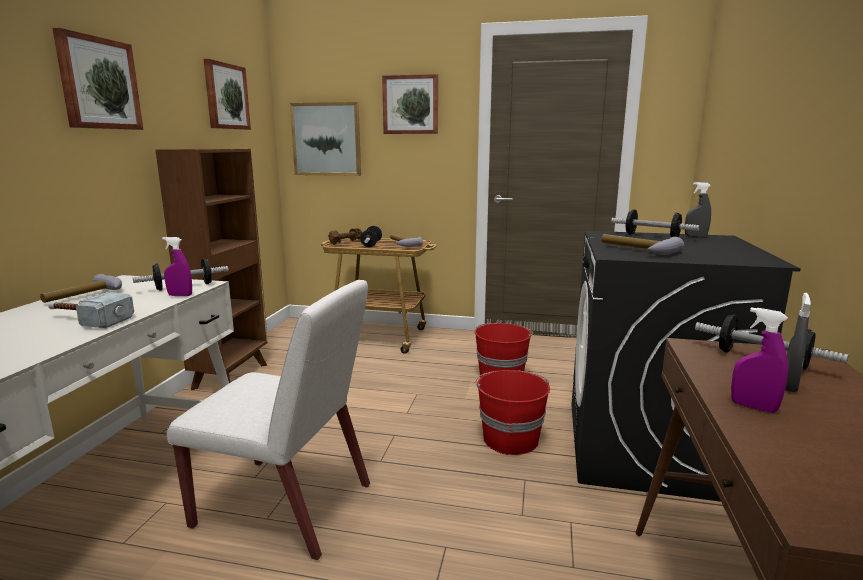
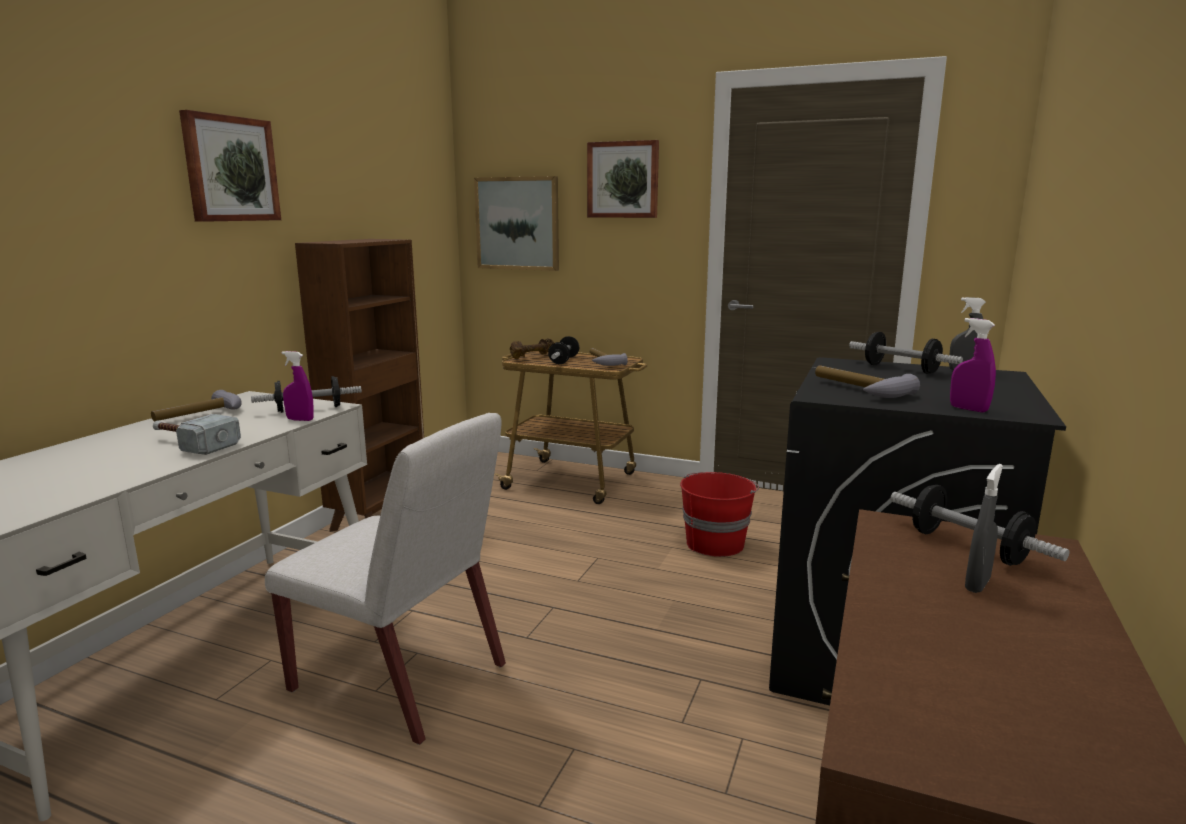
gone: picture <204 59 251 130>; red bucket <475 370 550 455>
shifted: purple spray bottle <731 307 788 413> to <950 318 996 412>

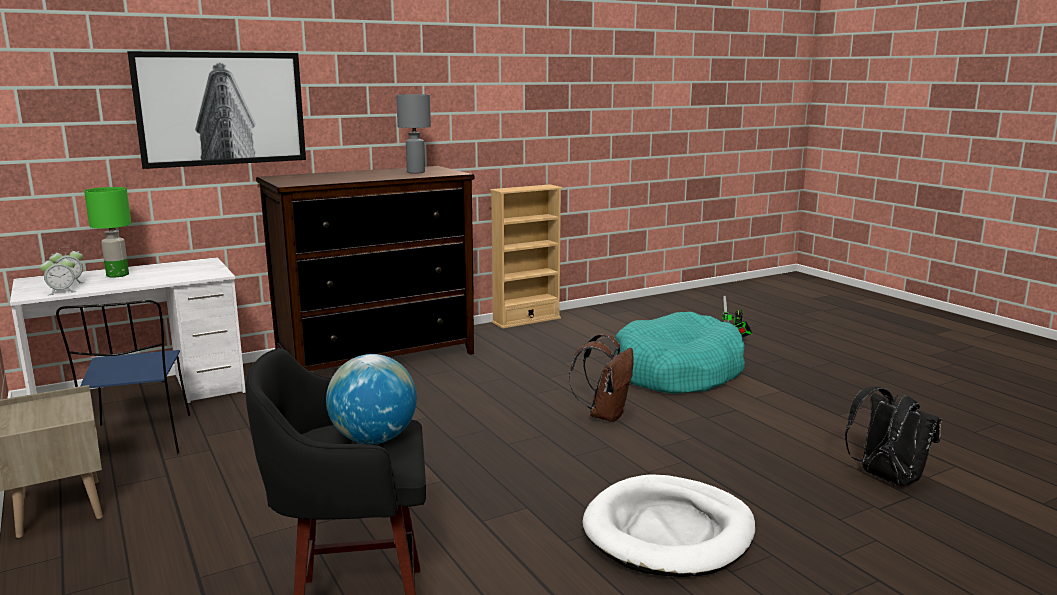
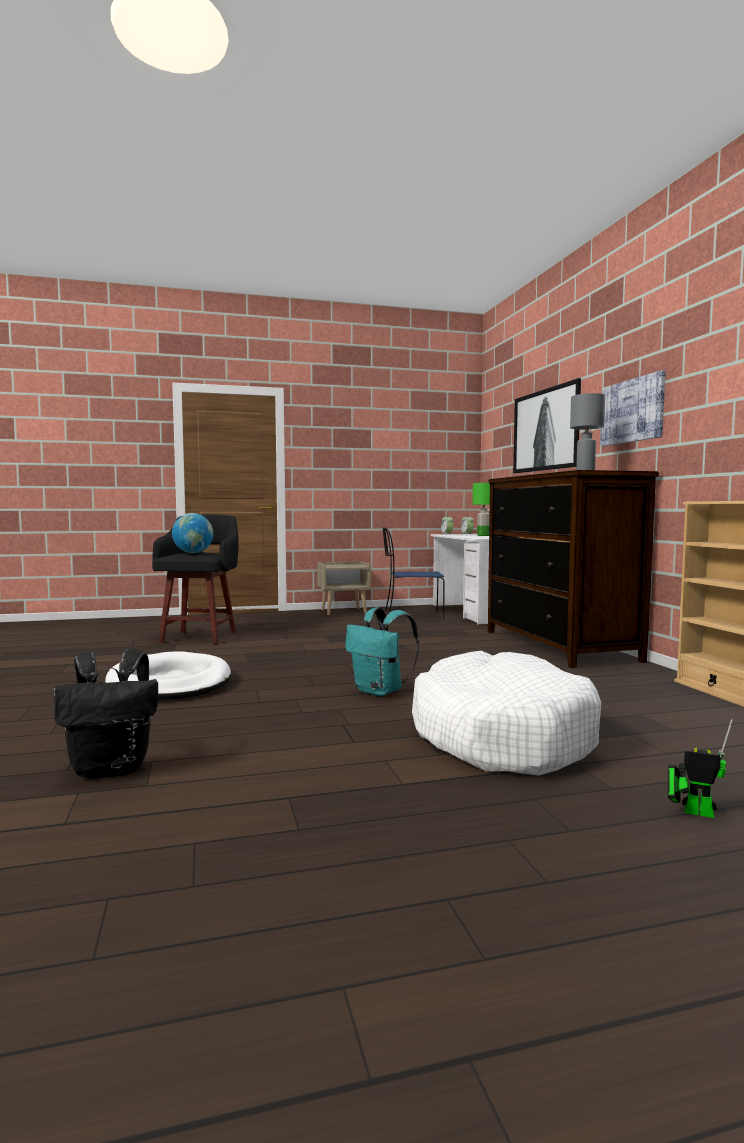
new: picture <600 370 665 446>
repainted: brown backpack <569 334 633 422> to turquoise backpack <345 607 419 696>; turquoise dog bed <616 312 745 394> to white dog bed <412 651 601 775>

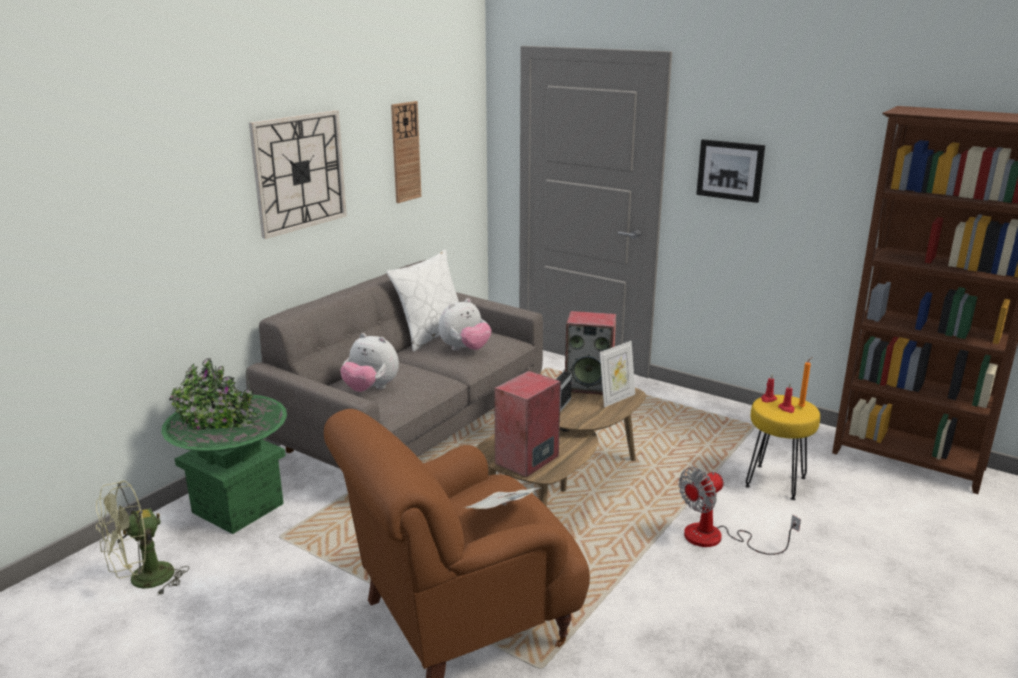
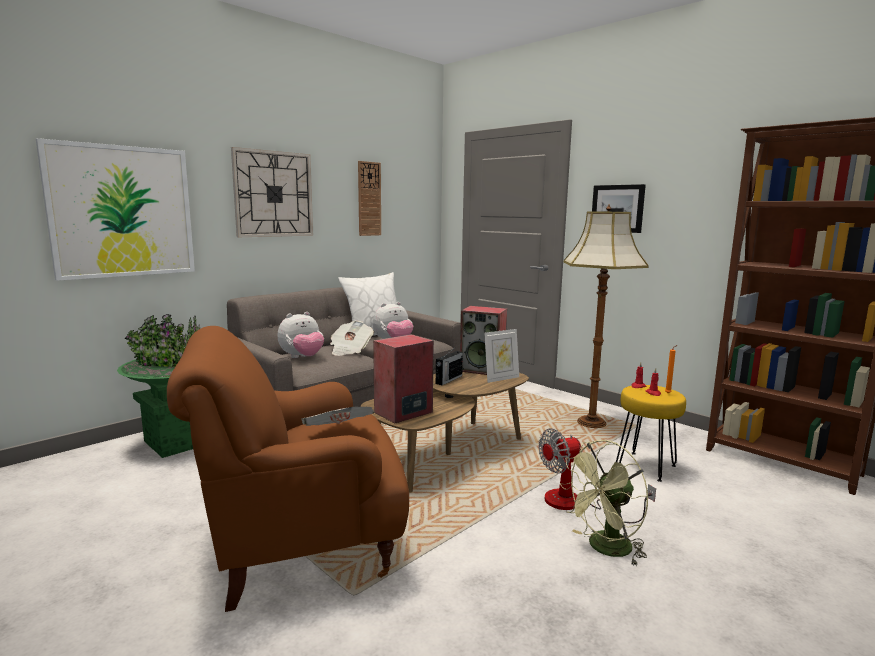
new: picture <36 138 195 281>; newspaper <330 321 374 356>; floor lamp <564 204 649 428>
shifted: green fan <96 481 189 595> to <560 440 649 567>
rotated: plush toy <340 333 399 392> = <278 312 324 358> 75 degrees counterclockwise

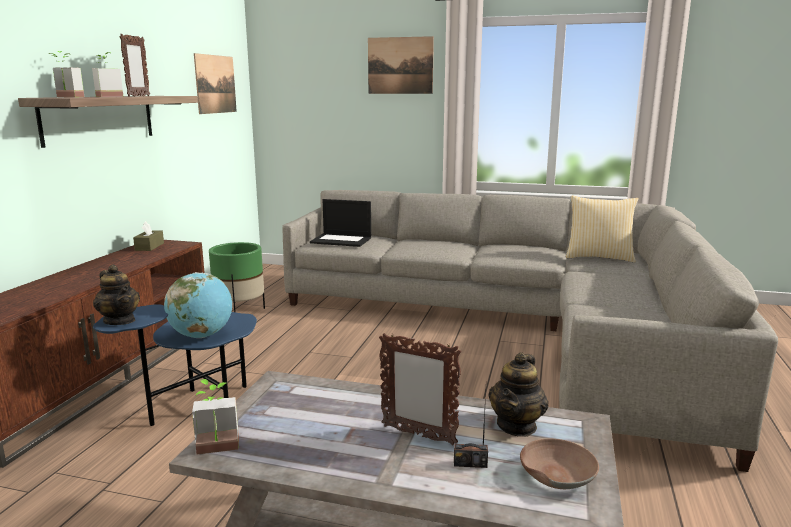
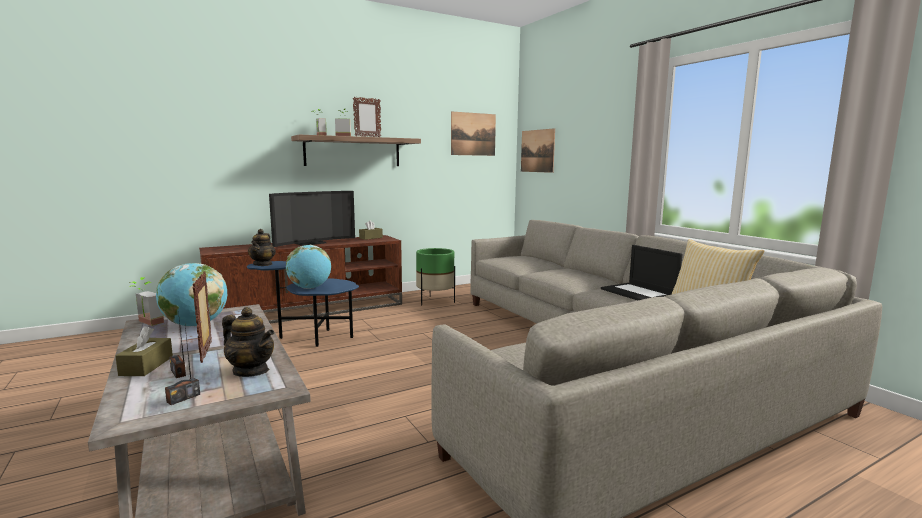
new: brown tissue box <115 327 173 376>; globe <156 263 227 326>; television <269 191 355 247>
shifted: laptop <310 199 371 247> to <601 245 683 300>; picture <368 36 434 94> to <521 128 555 173>
swapped: brown bowl <520 439 599 489> to radio <165 327 200 405>
rotated: teapot <488 352 548 437> = <222 307 274 377> 135 degrees counterclockwise

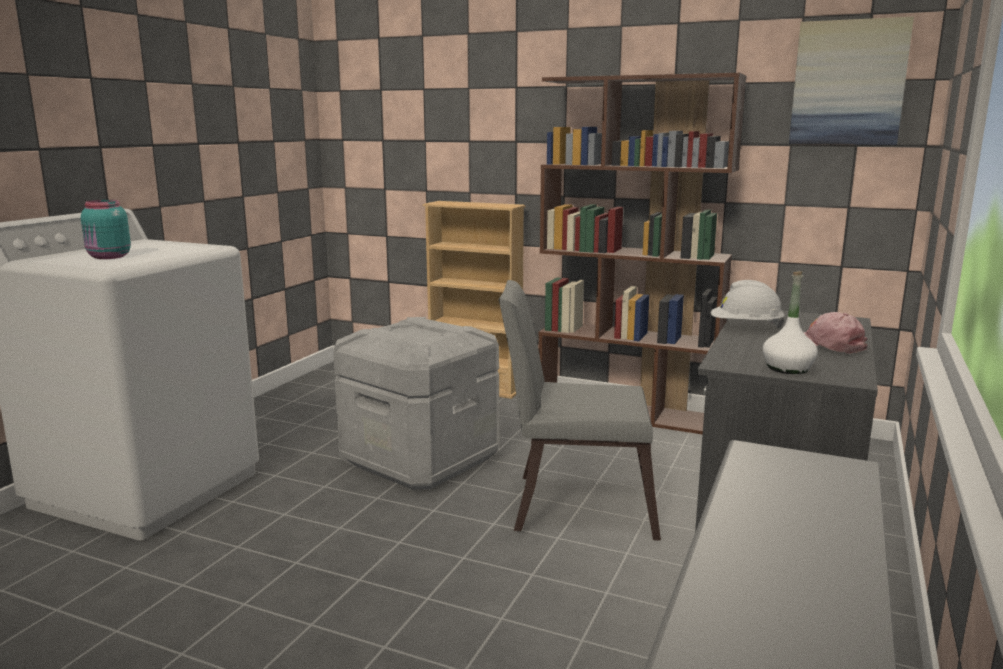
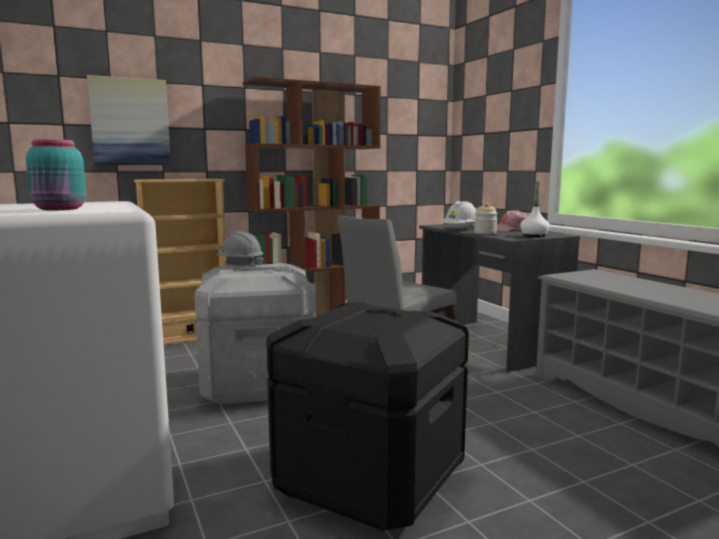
new: grey hard hat <216 231 264 265>; black storage box <266 302 469 531>; jar <474 203 498 234>
shifted: picture <789 17 914 145> to <87 75 171 165>

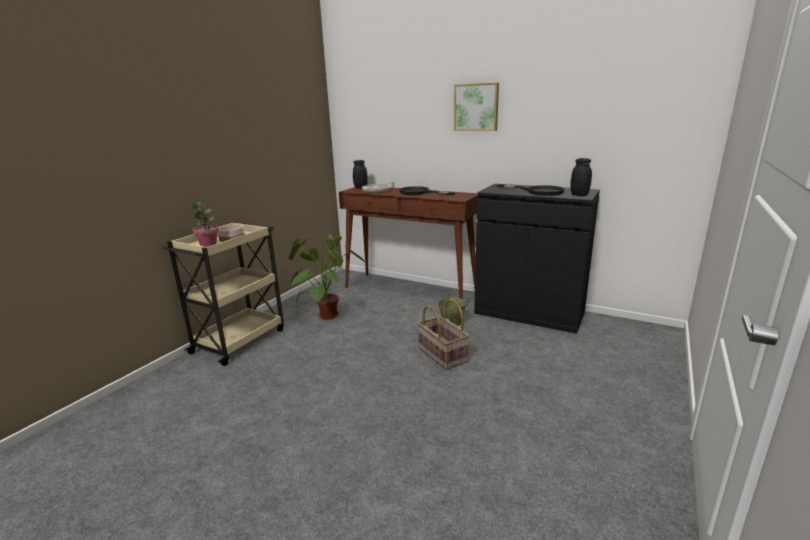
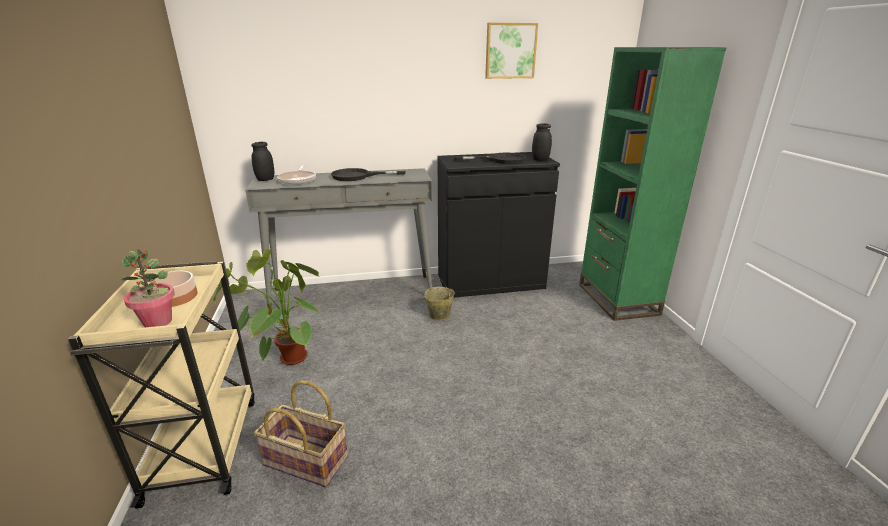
new: green bookcase <579 47 727 321>
shifted: basket <417 299 470 370> to <254 380 348 487>; picture <454 83 499 131> to <485 23 538 79>
repainted: brown console table <339 187 479 299> to grey console table <245 168 432 315>

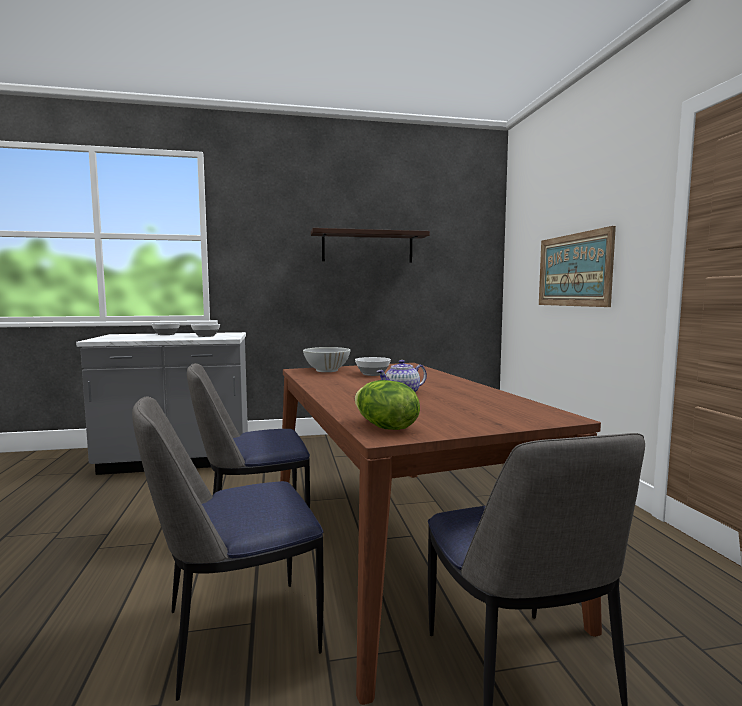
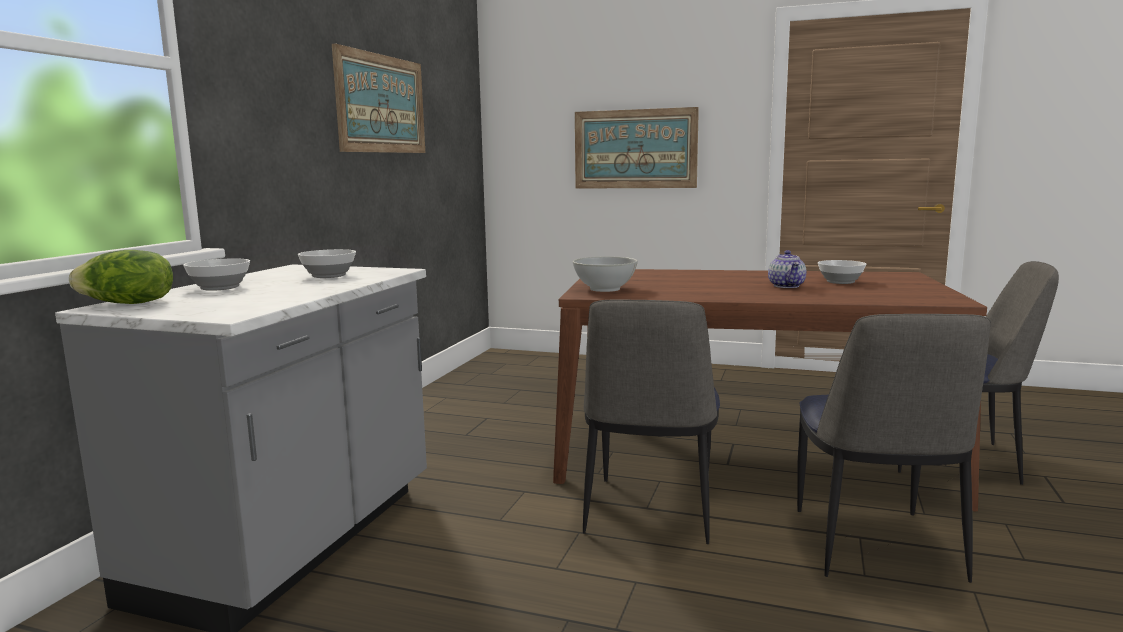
shifted: bowl <355 357 391 376> to <818 260 866 284>; lettuce <355 380 420 430> to <69 250 173 304>
swapped: shelf <311 228 430 263> to picture <332 43 425 153>

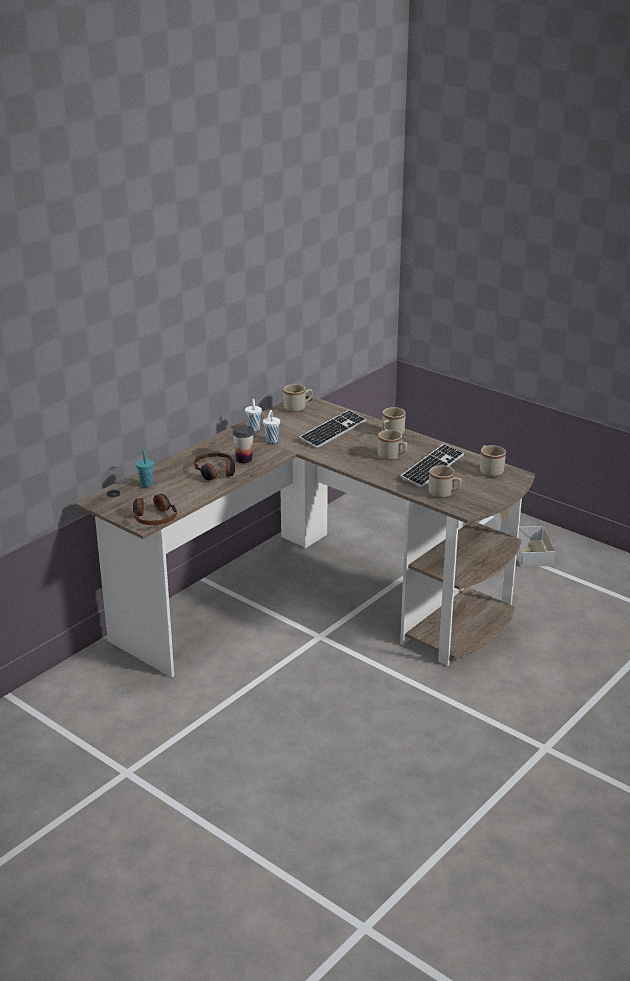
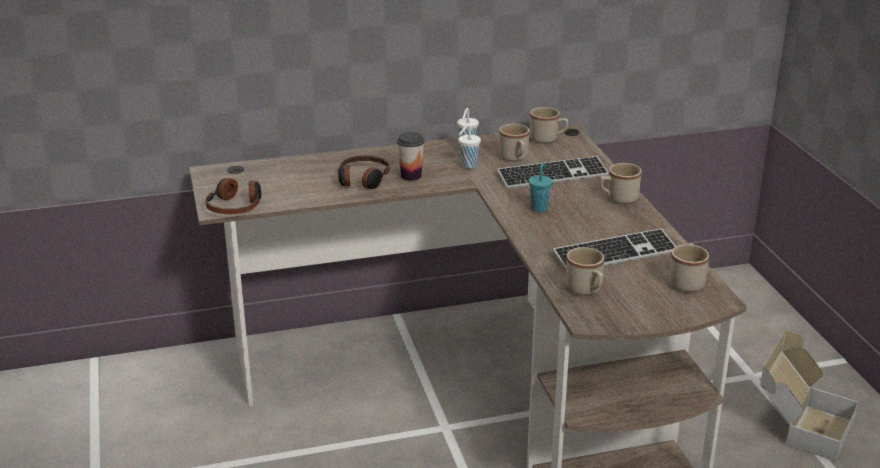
shifted: turquoise cup <136 450 154 487> to <529 163 553 212>; beige mug <378 430 407 461> to <499 124 529 162>

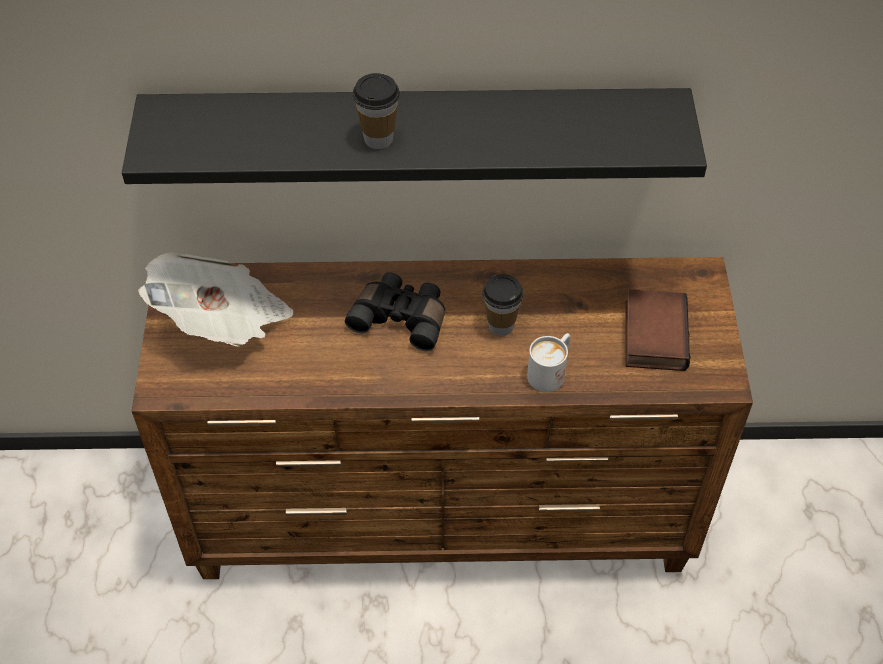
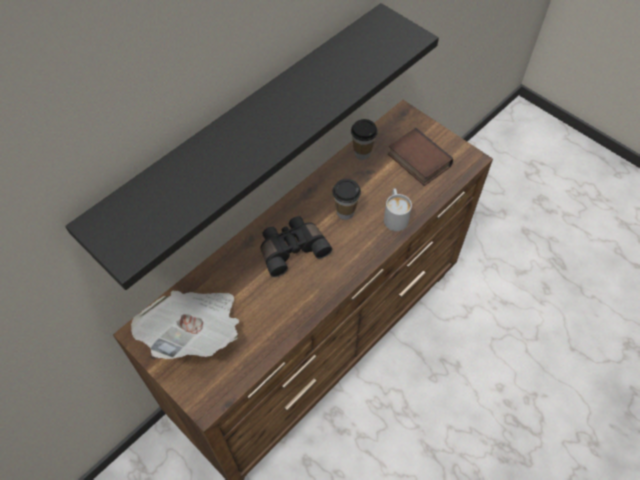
shifted: cup <352 73 400 149> to <351 119 378 160>

